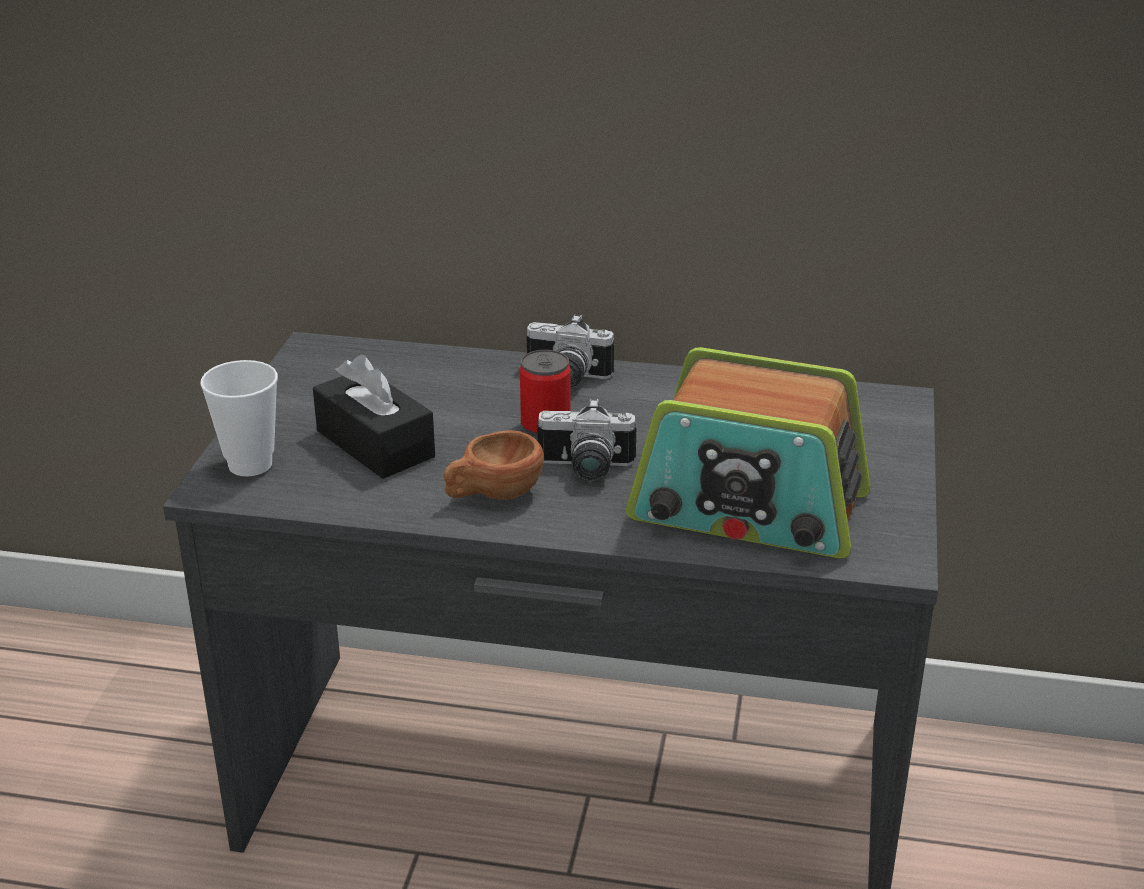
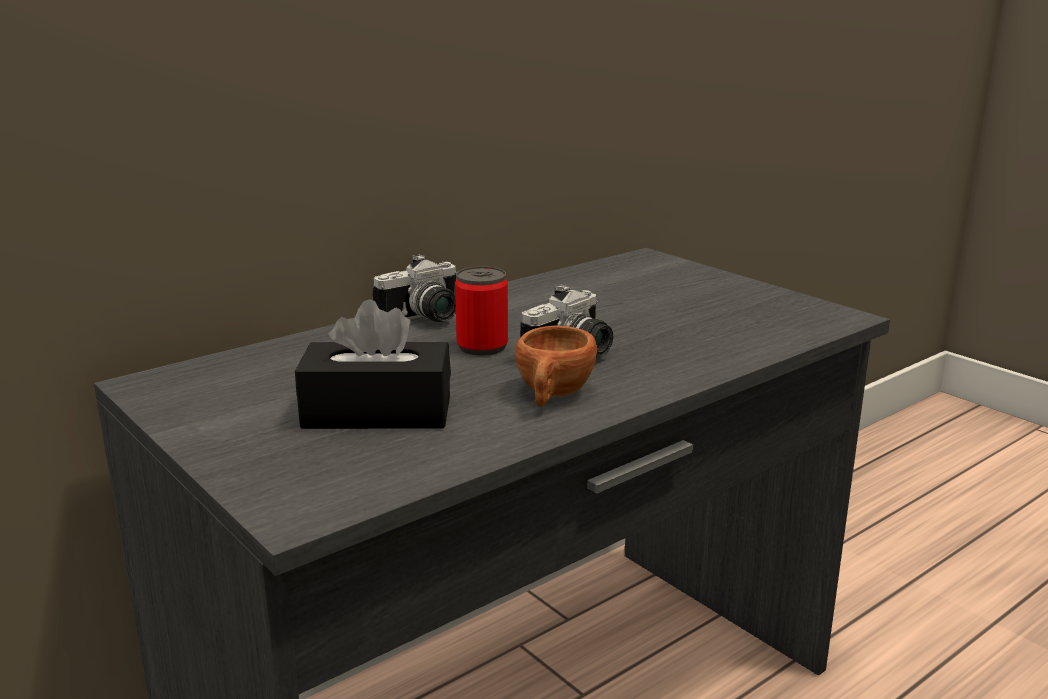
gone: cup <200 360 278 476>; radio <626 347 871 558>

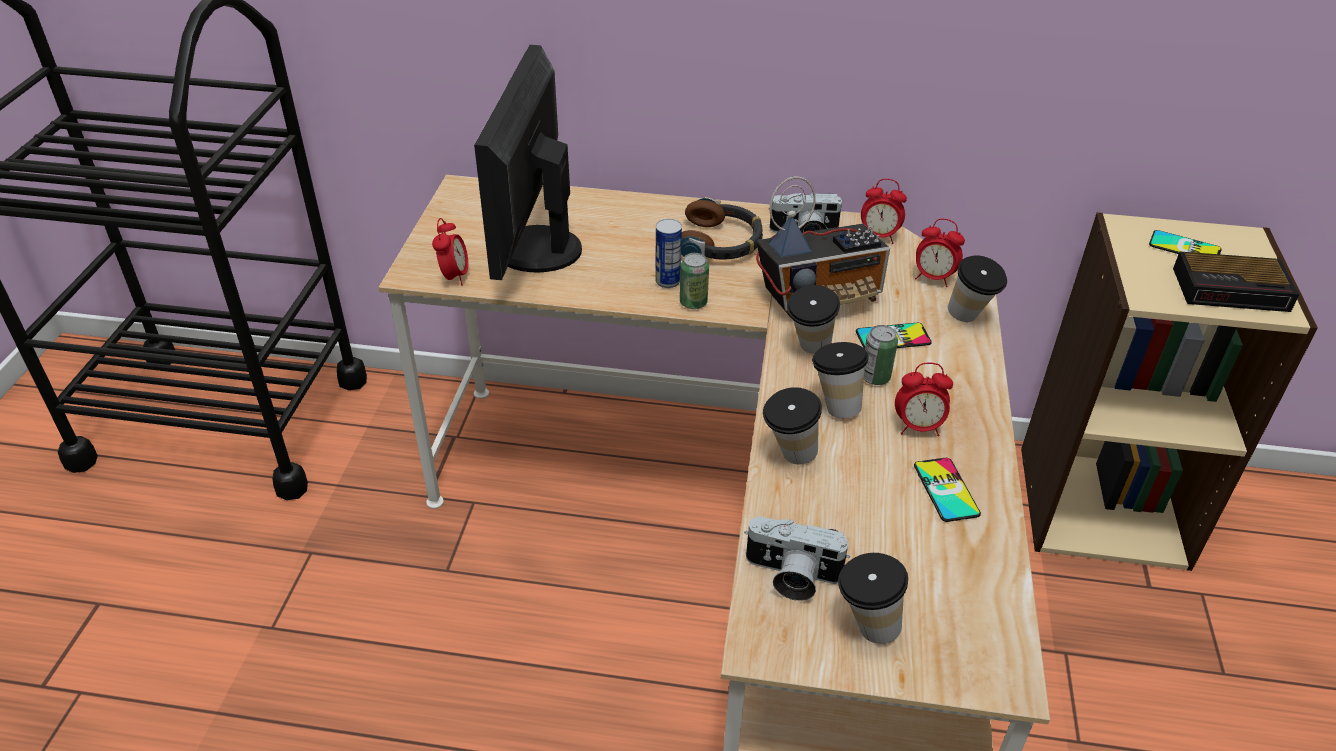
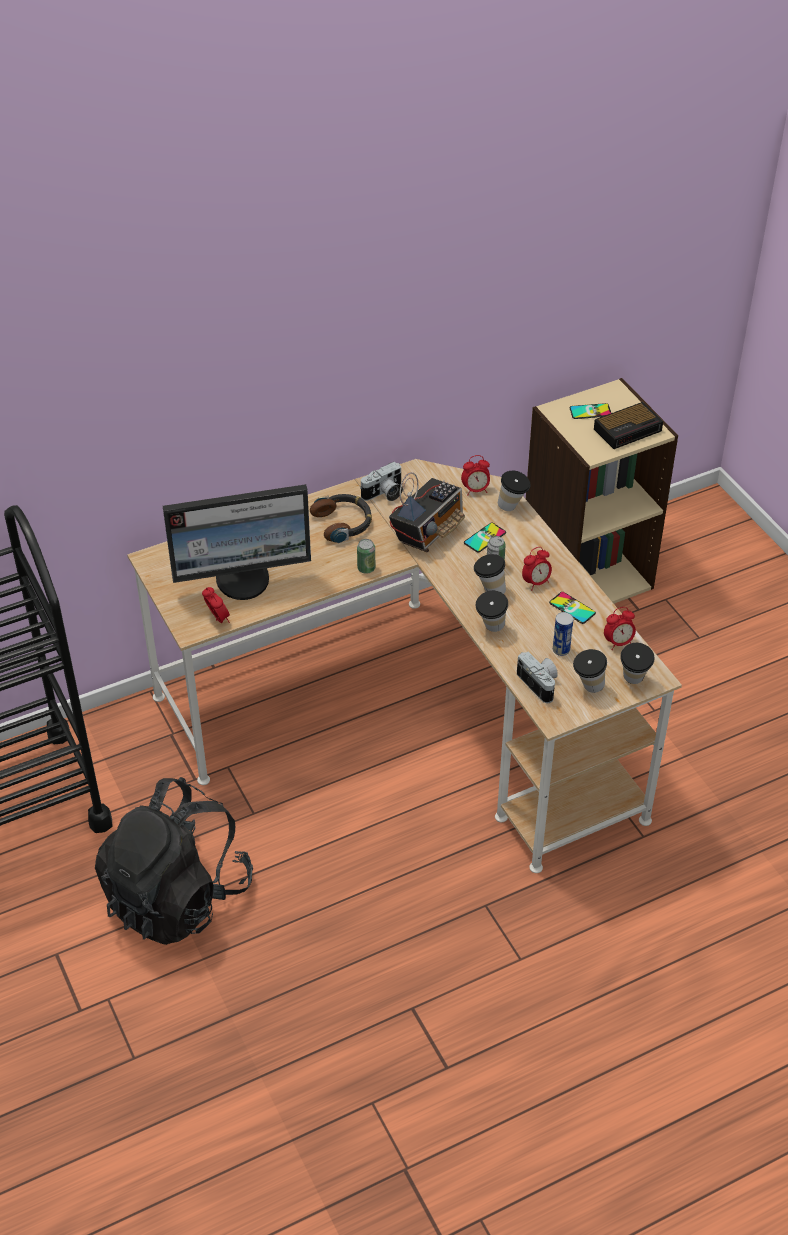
new: black backpack <95 777 253 945>
shifted: can <655 219 682 288> to <553 612 574 656>; cup <787 285 840 354> to <620 643 655 684>; alarm clock <861 179 907 244> to <604 607 636 650>
rotated: monitor <474 45 582 280> = <163 484 311 600> 75 degrees counterclockwise; photo camera <744 516 850 601> = <517 651 558 703> 105 degrees counterclockwise

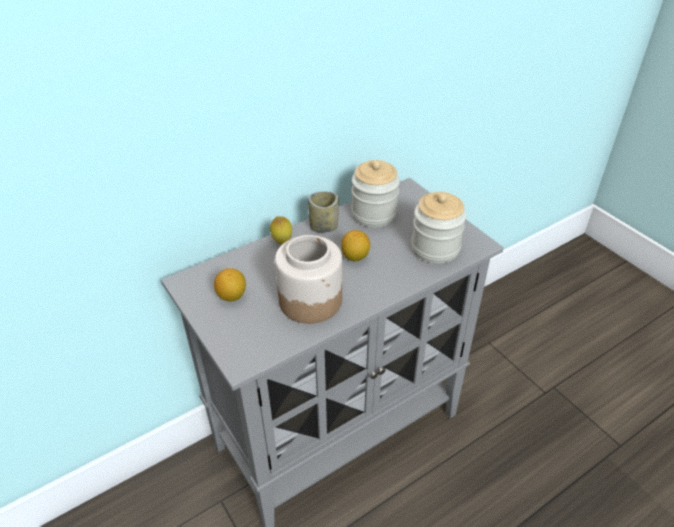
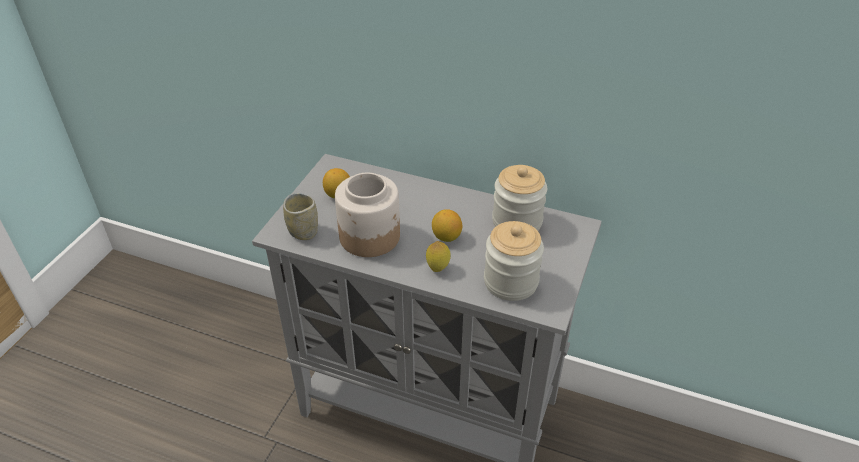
shifted: lemon <270 216 292 244> to <426 241 451 272>; cup <308 191 339 233> to <283 193 318 240>

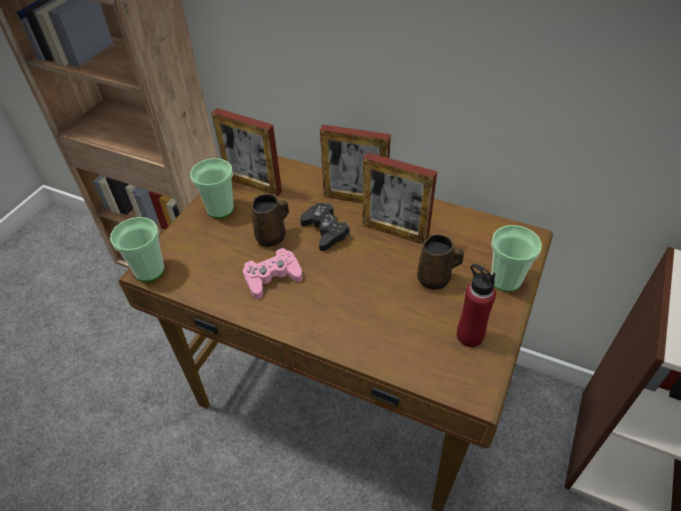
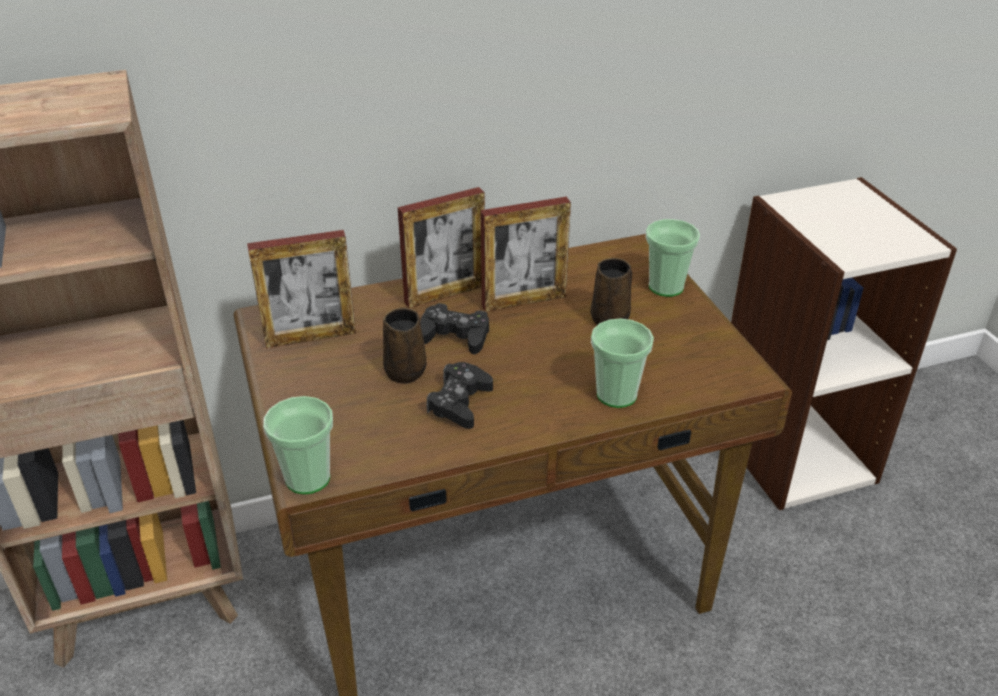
gone: red bottle <457 264 496 347>
shifted: cup <190 158 234 218> to <591 318 654 408>
repainted: pink game controller <243 248 302 299> to black game controller <426 362 493 429>

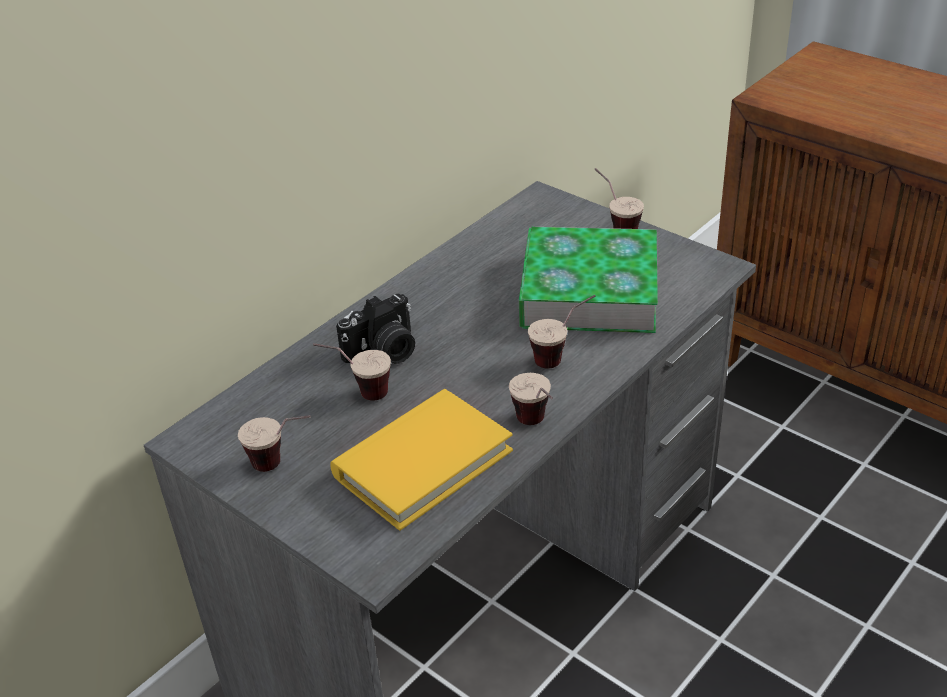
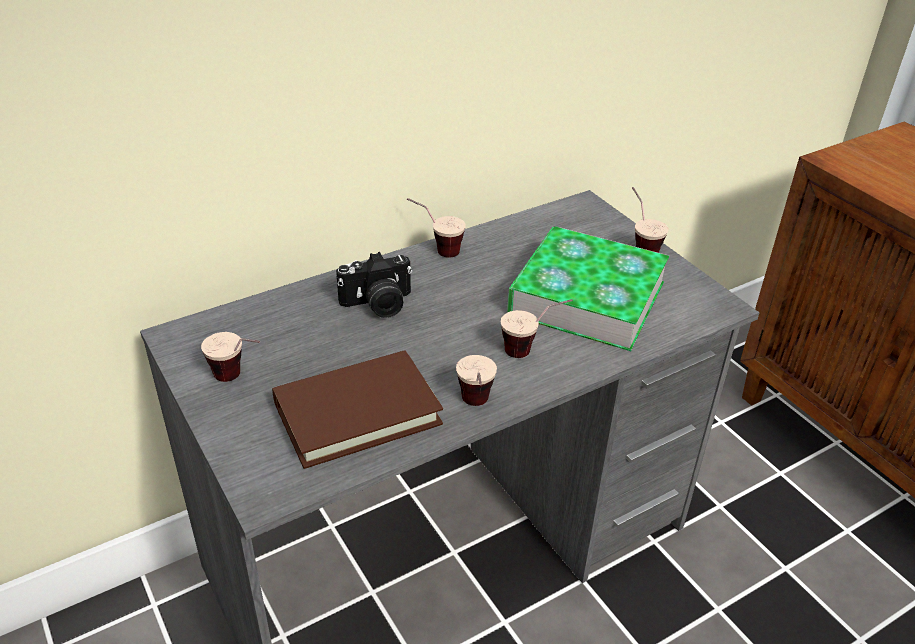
shifted: cup <313 343 391 401> to <407 198 466 258>
repainted: yellow book <330 389 513 531> to brown book <272 350 443 469>

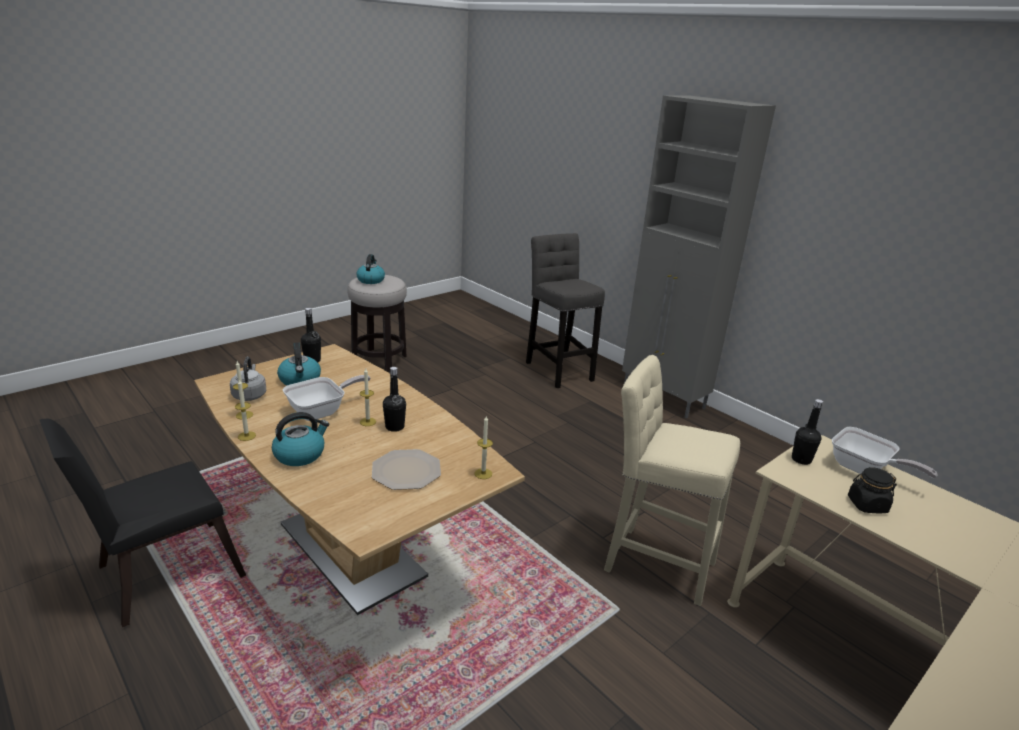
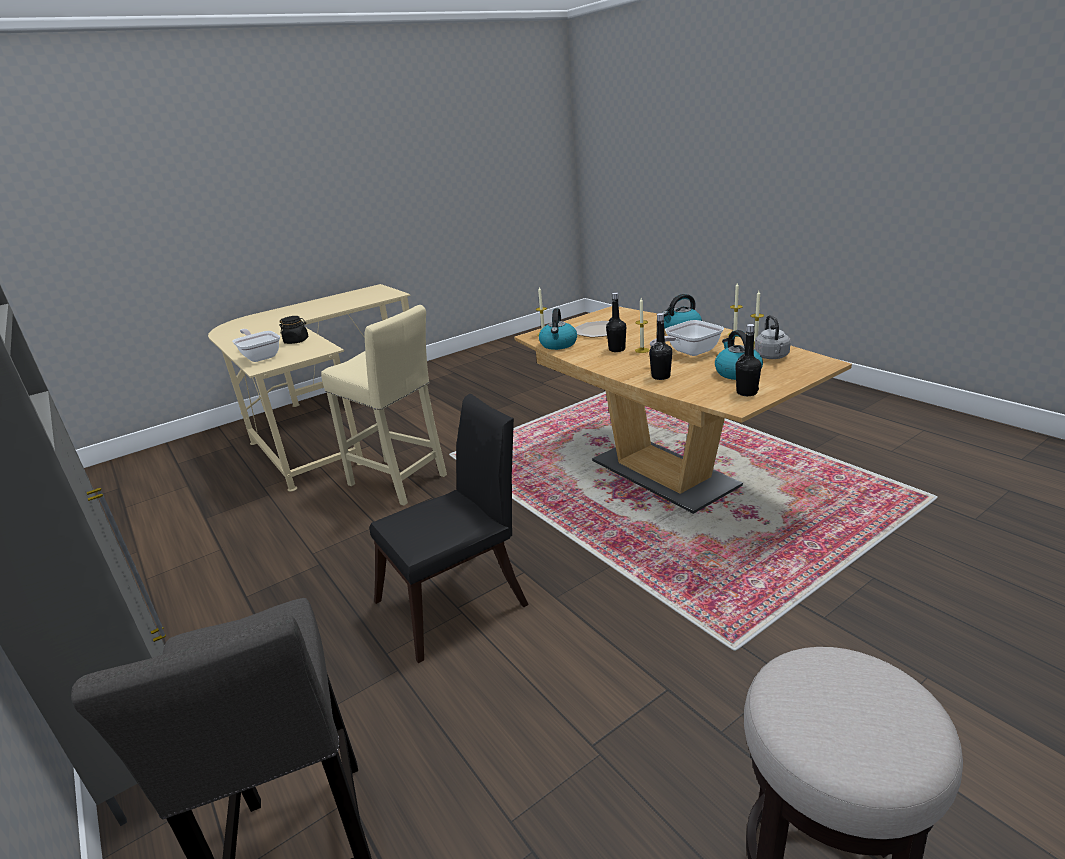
shifted: black chair <39 418 246 627> to <369 394 529 663>; kettle <356 254 385 284> to <539 308 577 350>; black bottle <792 399 823 465> to <649 313 672 380>

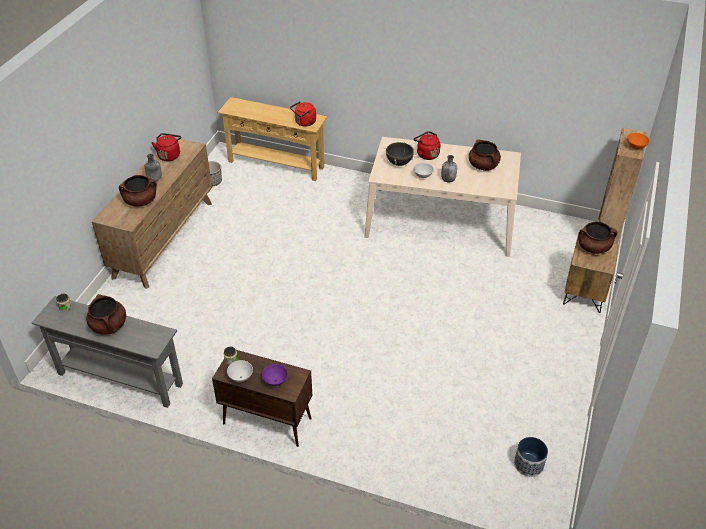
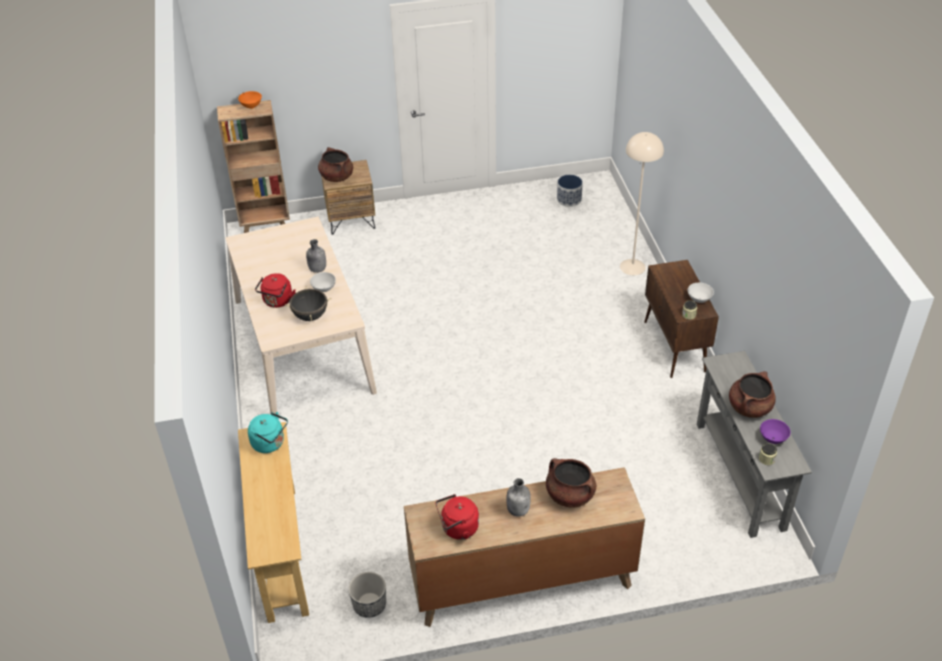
gone: brown cooking pot <469 139 501 171>
new: beige floor lamp <620 132 664 275>
shifted: purple bowl <262 364 288 386> to <760 419 791 444>
repainted: red kettle <290 101 316 126> to turquoise kettle <248 412 288 453>

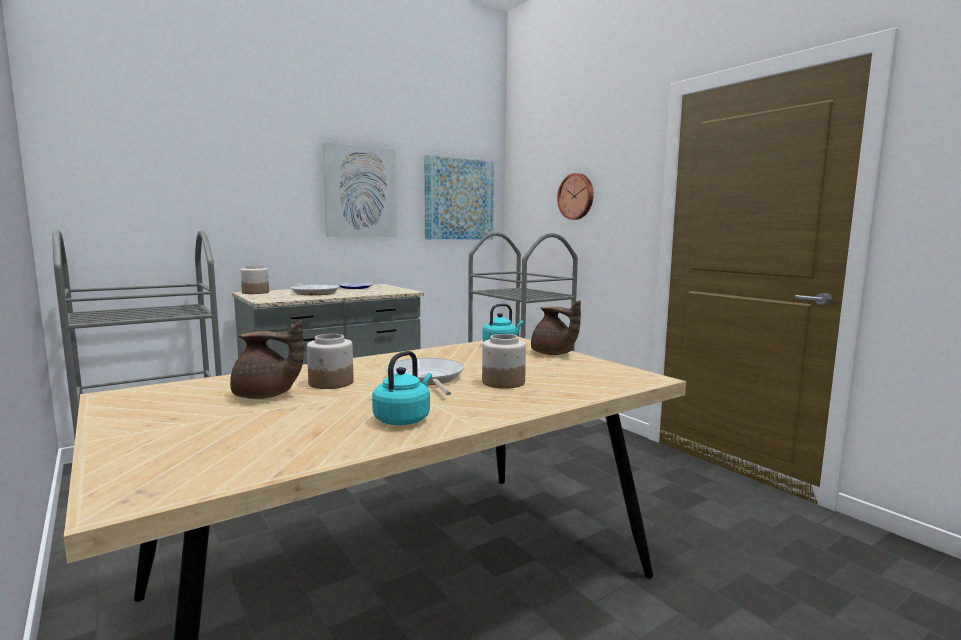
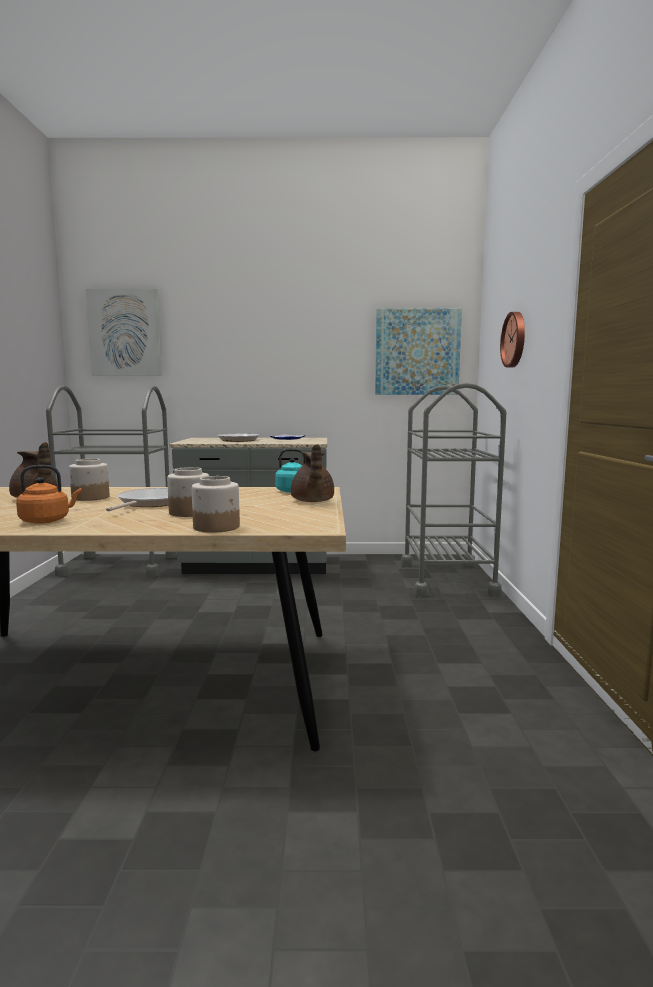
shifted: jar <241 265 269 294> to <192 476 240 532>; picture <322 142 397 237> to <86 289 162 376>
repainted: turquoise kettle <372 351 432 425> to orange kettle <16 465 82 524>

